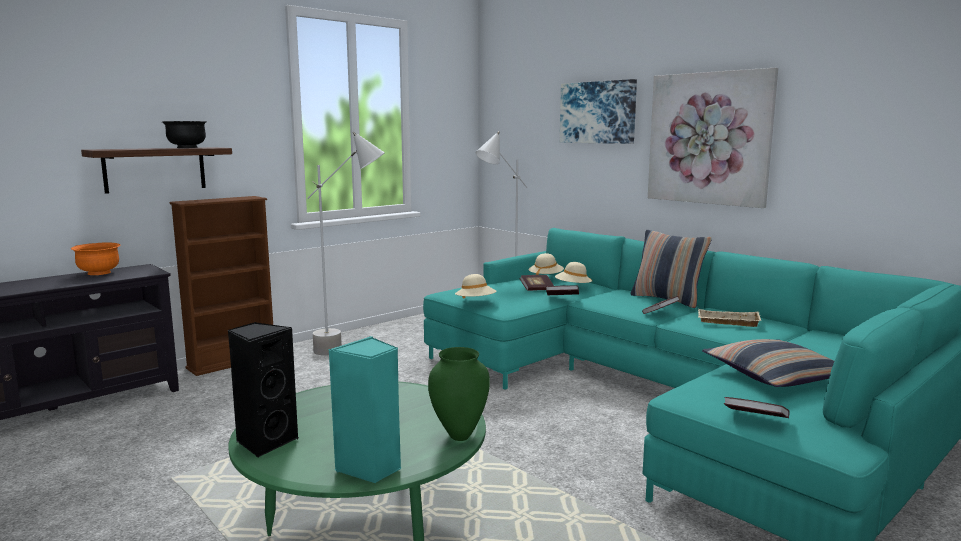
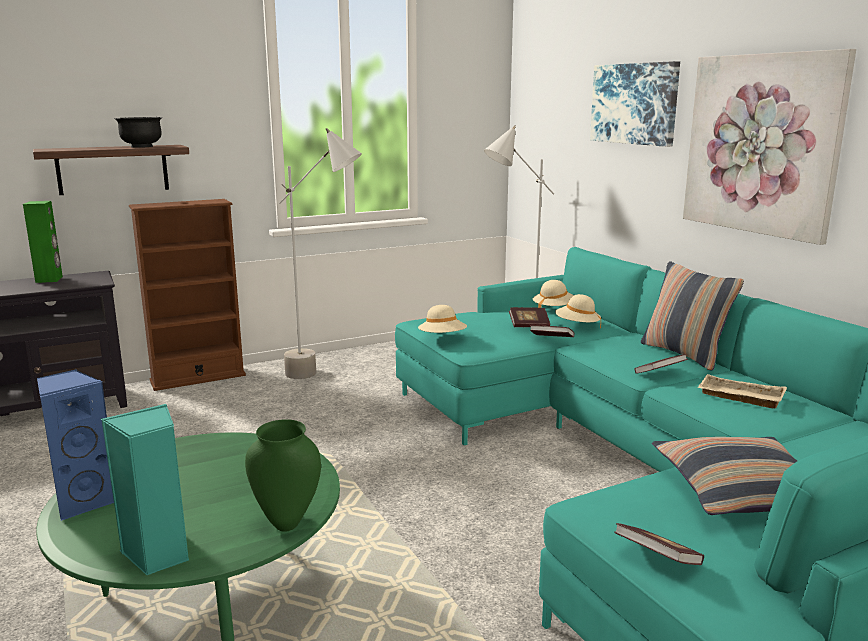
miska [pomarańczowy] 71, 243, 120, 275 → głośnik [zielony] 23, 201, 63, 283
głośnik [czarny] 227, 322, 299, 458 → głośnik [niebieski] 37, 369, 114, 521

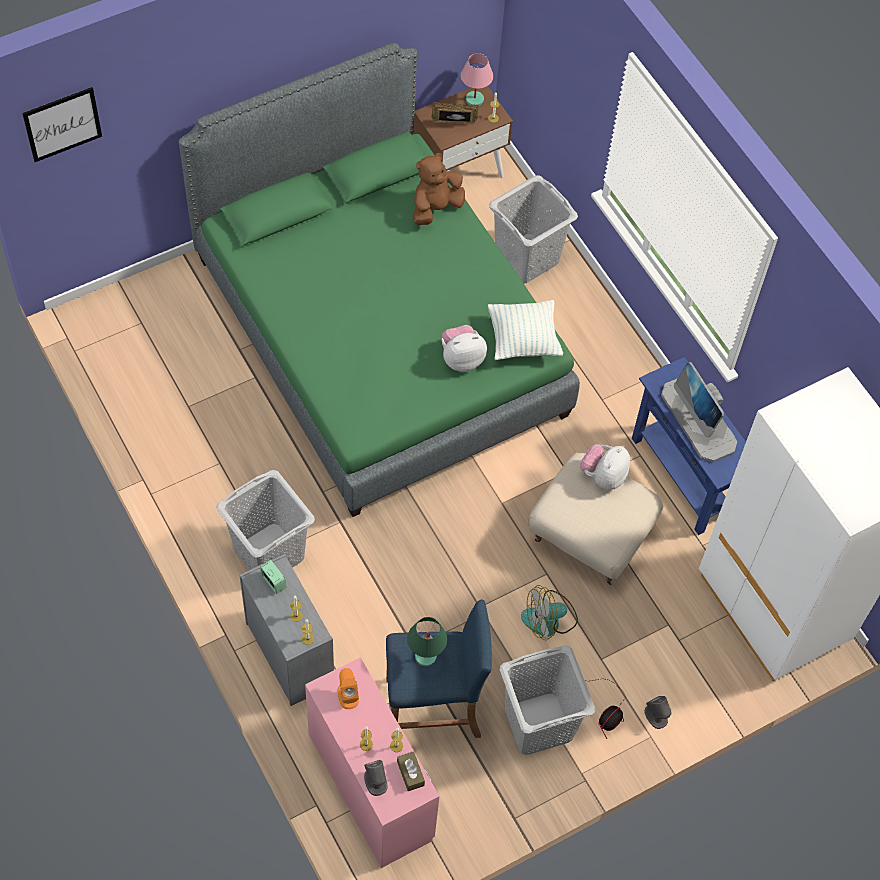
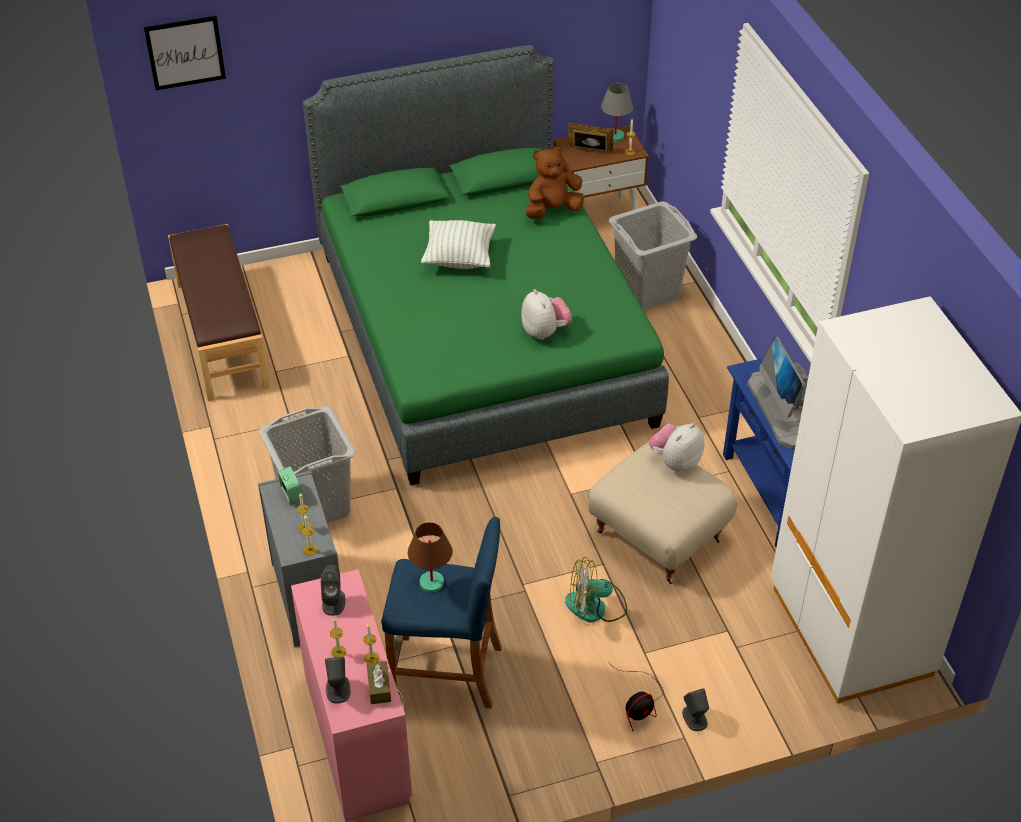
- → ławka [brązowy] 168, 224, 270, 401
głośnik [pomarańczowy] 337, 668, 359, 709 → głośnik [szary] 321, 565, 345, 616
lampa stołowa [zielony] 407, 617, 447, 666 → lampa stołowa [brązowy] 408, 522, 453, 593
poduszka 488, 300, 563, 360 → poduszka 421, 220, 496, 269, move
pluszak 442, 325, 487, 372 → pluszak 521, 289, 572, 340, 75 degrees clockwise
lampa stołowa [różowy] 460, 53, 493, 106 → lampa stołowa [szary] 601, 83, 633, 142
kosz na pranie [szary] 500, 645, 595, 755 → -

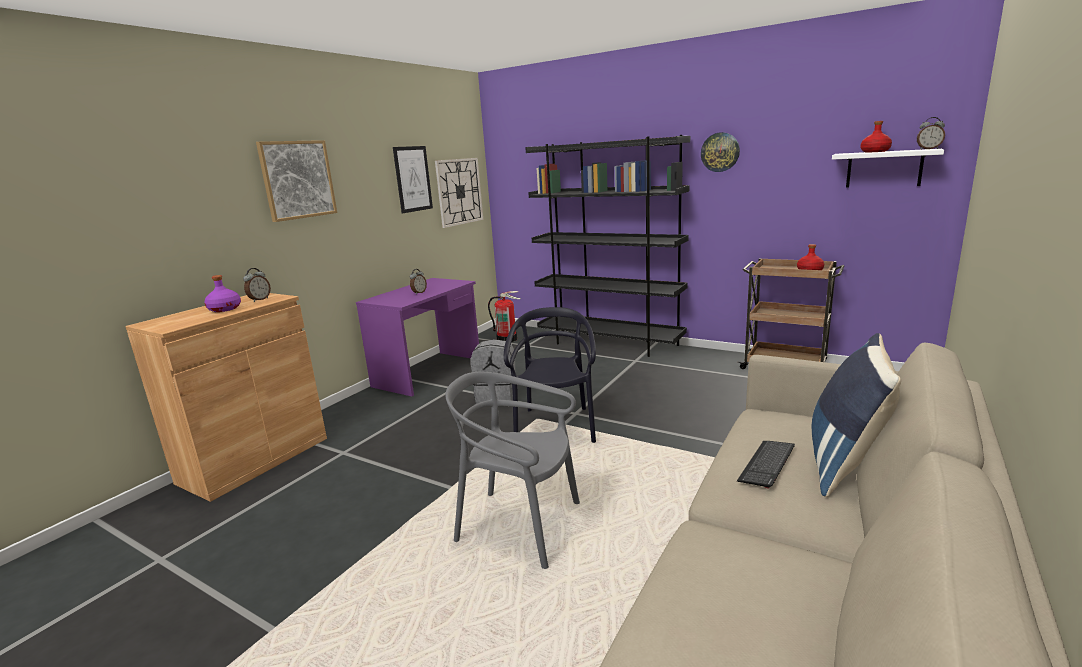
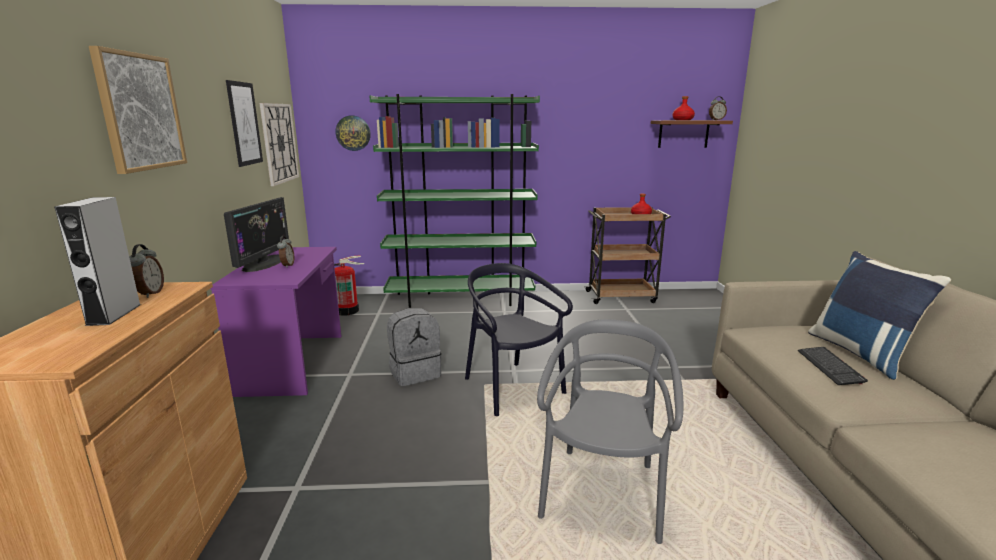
butelka [fioletowy] 204, 275, 241, 312 → głośnik [szary] 54, 197, 140, 326
- → monitor 224, 197, 289, 272
zegar ścienny 701, 132, 740, 172 → zegar ścienny 336, 115, 371, 151, move
regał [czarny] 525, 135, 690, 357 → regał [zielony] 369, 94, 540, 308
krzesło [szary] 445, 372, 580, 569 → krzesło [szary] 537, 319, 683, 544, 120 degrees clockwise
półka [biały] 832, 149, 944, 188 → półka [brązowy] 651, 120, 733, 148

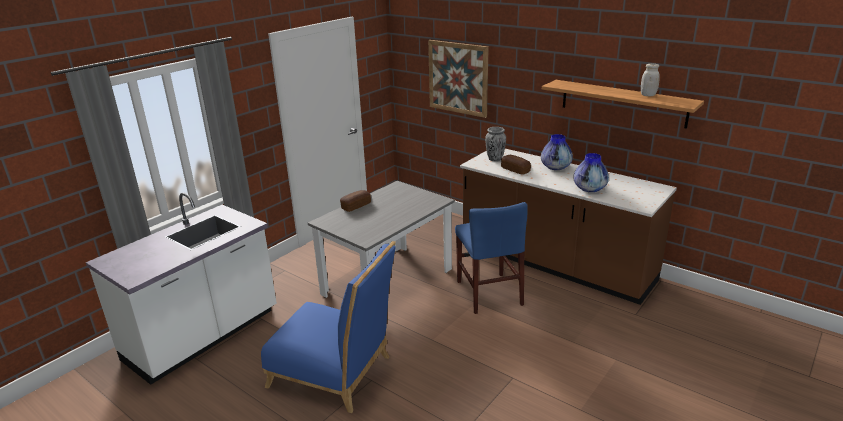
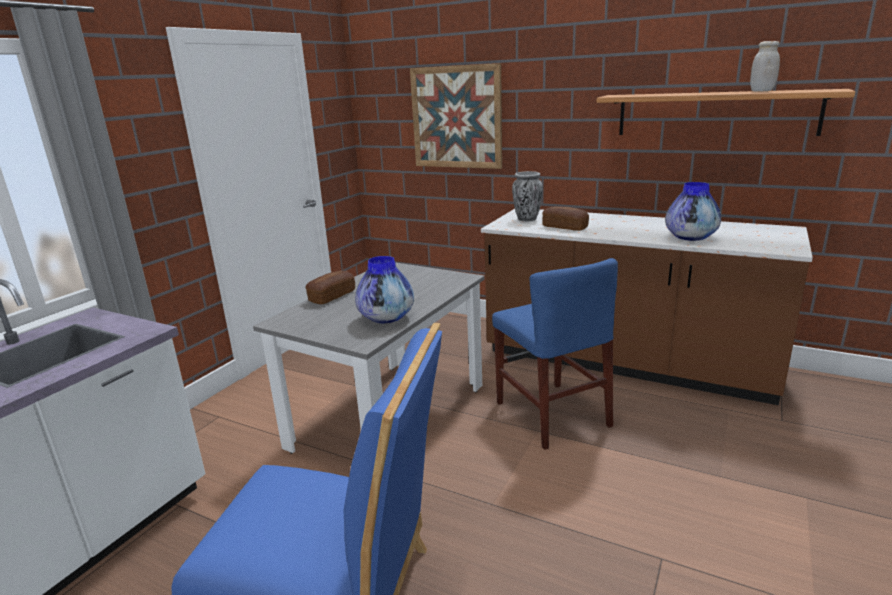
wazon 541, 134, 573, 170 → wazon 355, 256, 414, 323, move

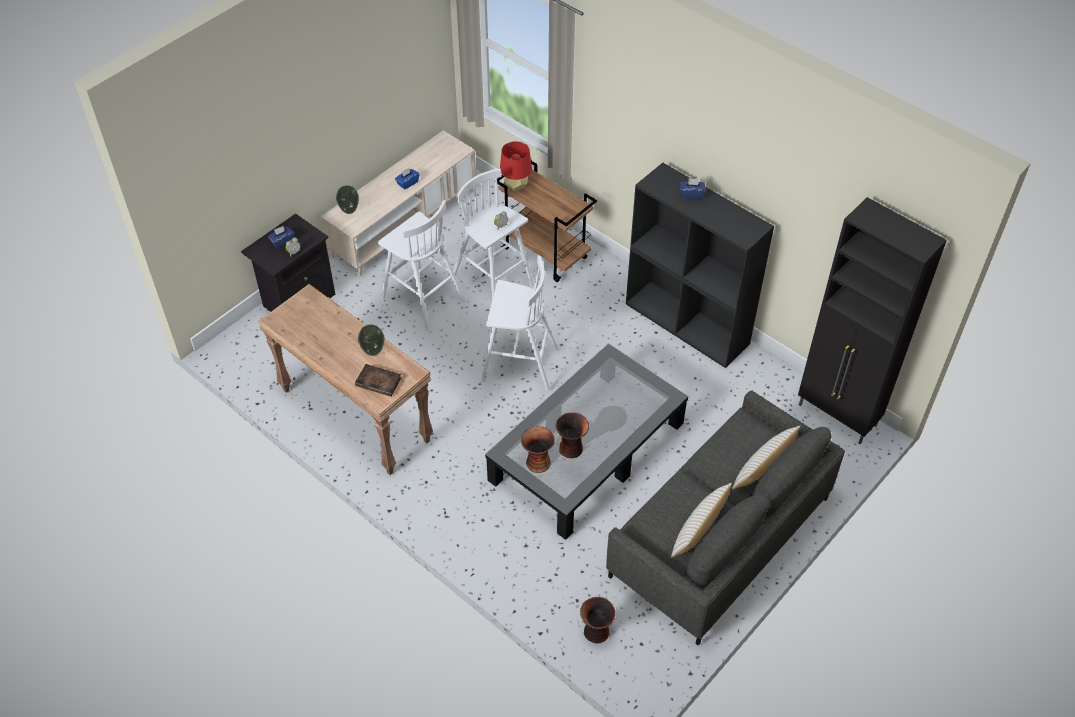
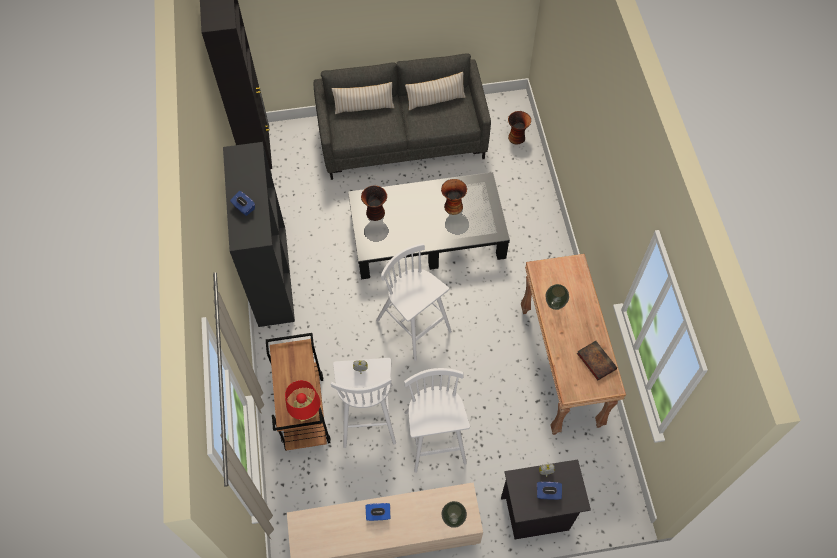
wazon 521, 426, 555, 473 → wazon 361, 186, 387, 221, move
książka 355, 364, 401, 396 → książka 577, 341, 617, 380, move

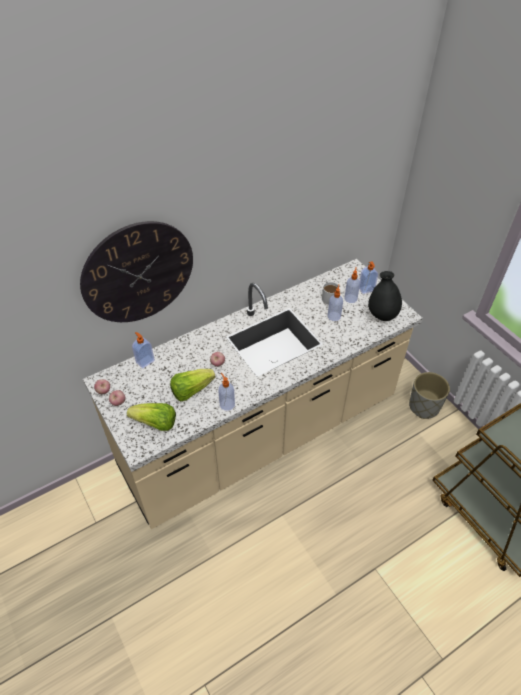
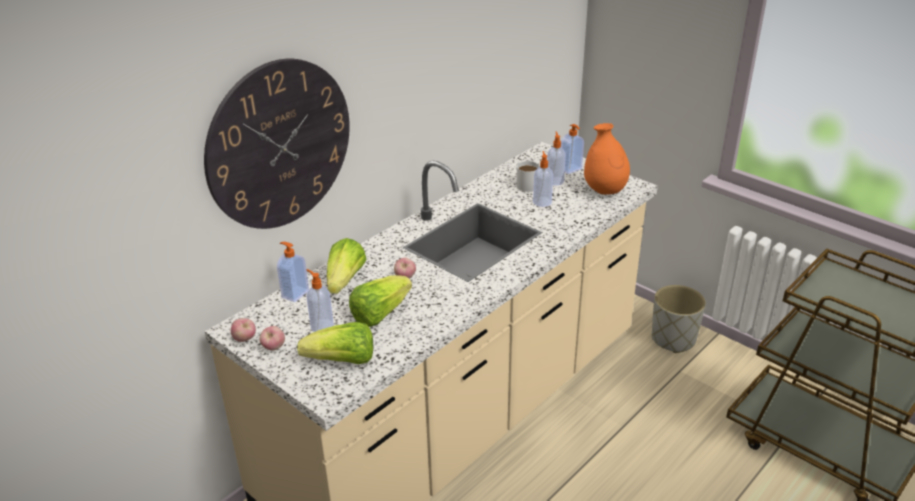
dozownik mydła 218, 373, 235, 411 → dozownik mydła 306, 269, 334, 332, move
- → sałata 327, 238, 366, 294
wazon [czarny] 368, 271, 402, 321 → wazon [pomarańczowy] 584, 123, 630, 195

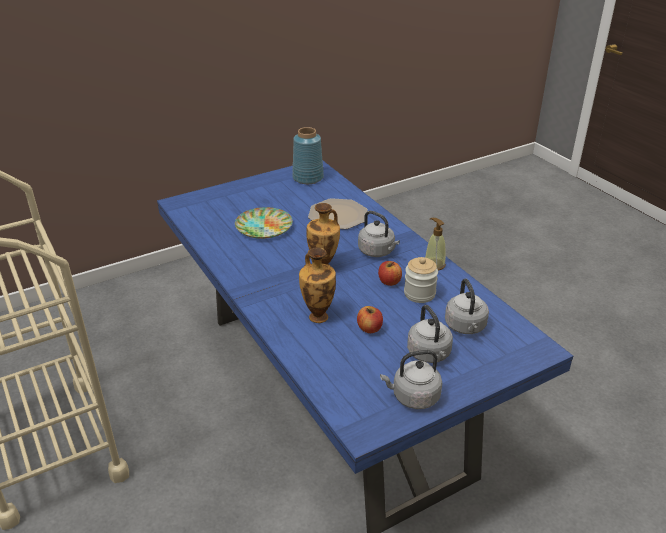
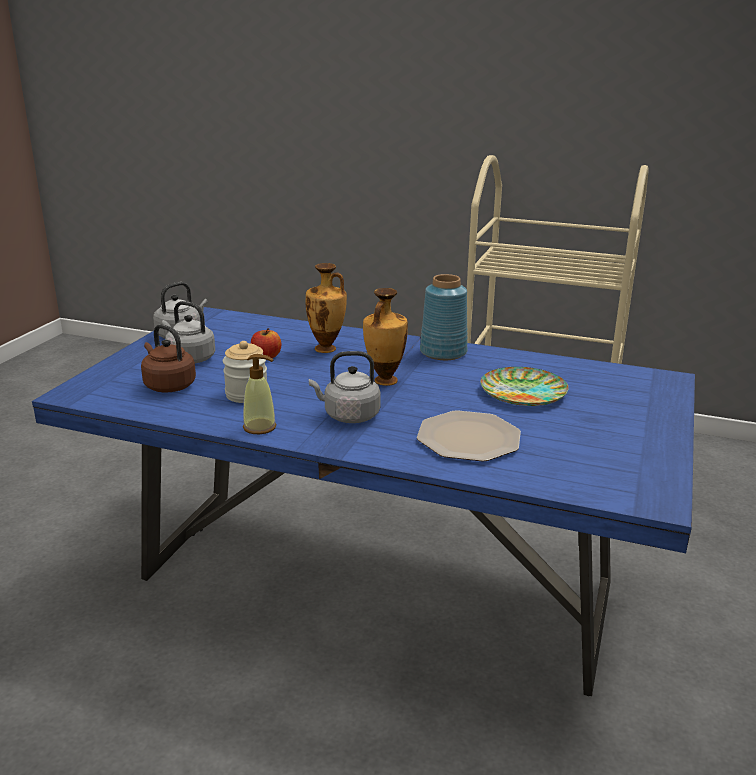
czajnik [szary] 445, 279, 489, 334 → czajnik [brązowy] 141, 324, 196, 392
wazon [niebieski] 292, 127, 324, 184 → wazon [niebieski] 420, 274, 468, 360, move
jabłko 378, 261, 402, 286 → -

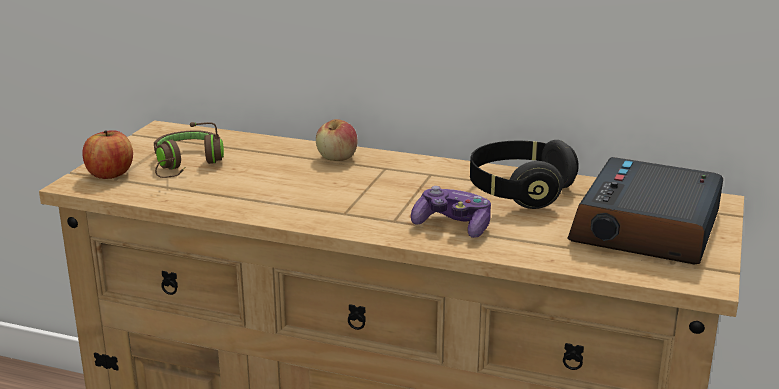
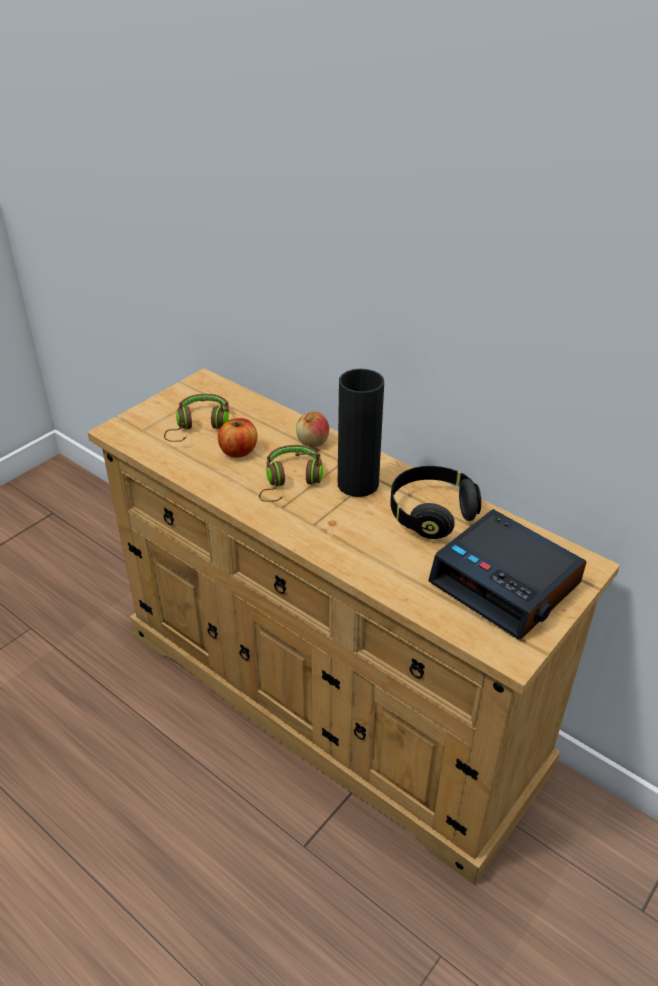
jabłko 82, 130, 133, 179 → jabłko 218, 418, 257, 458, move
- → słuchawki [brązowy] 259, 445, 323, 502
- → wazon [czarny] 338, 369, 384, 497
budzik 567, 157, 723, 265 → budzik 428, 509, 586, 640, 90 degrees counterclockwise
pad do gier 411, 186, 491, 238 → -

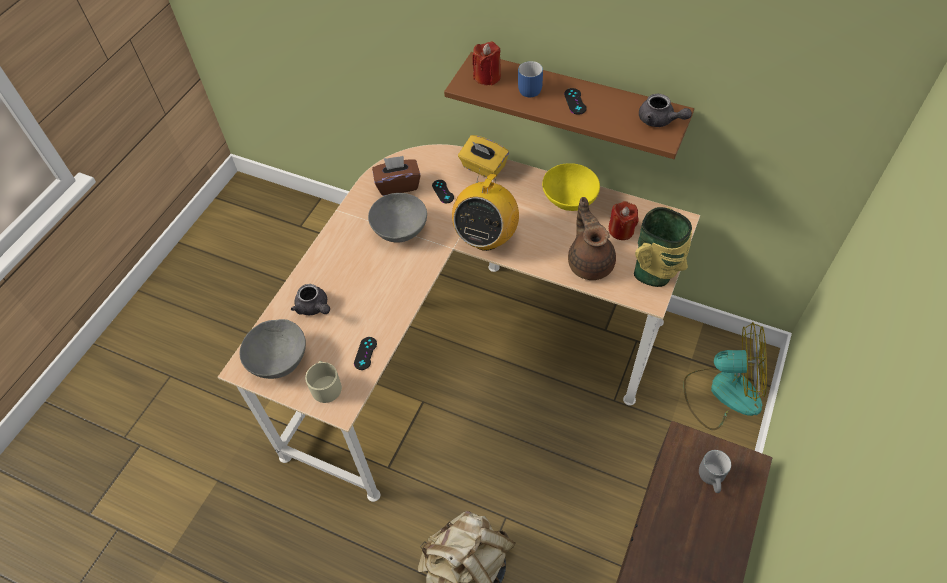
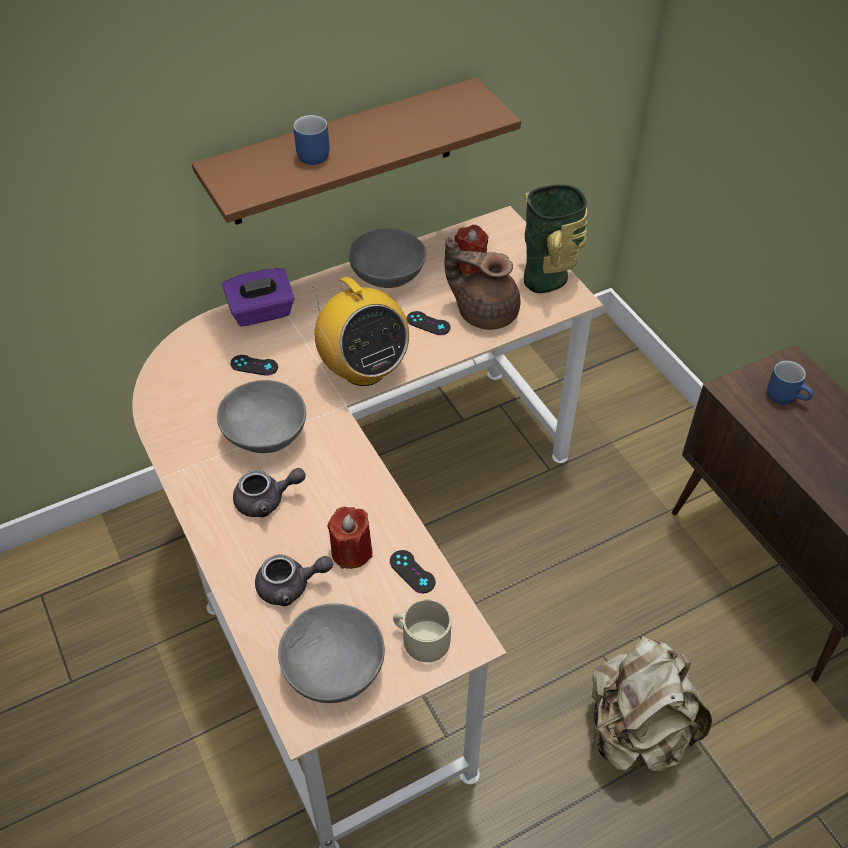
pudełko chusteczek [żółty] 458, 135, 509, 178 → pudełko chusteczek [fioletowy] 222, 268, 294, 327
imbryk [szary] 639, 94, 692, 127 → imbryk [szary] 233, 468, 306, 517, move
świeca [czerwony] 472, 41, 501, 85 → świeca [czerwony] 328, 507, 372, 569, move
miska [żółty] 542, 163, 600, 211 → miska [szary] 349, 229, 426, 288
pad do gier [czarny] 564, 88, 587, 115 → pad do gier [czarny] 406, 311, 451, 335, move
kubek [szary] 699, 450, 731, 493 → kubek [niebieski] 767, 360, 813, 404
pudełko chusteczek [brązowy] 372, 156, 421, 196 → -
wentylator 683, 322, 767, 430 → -

